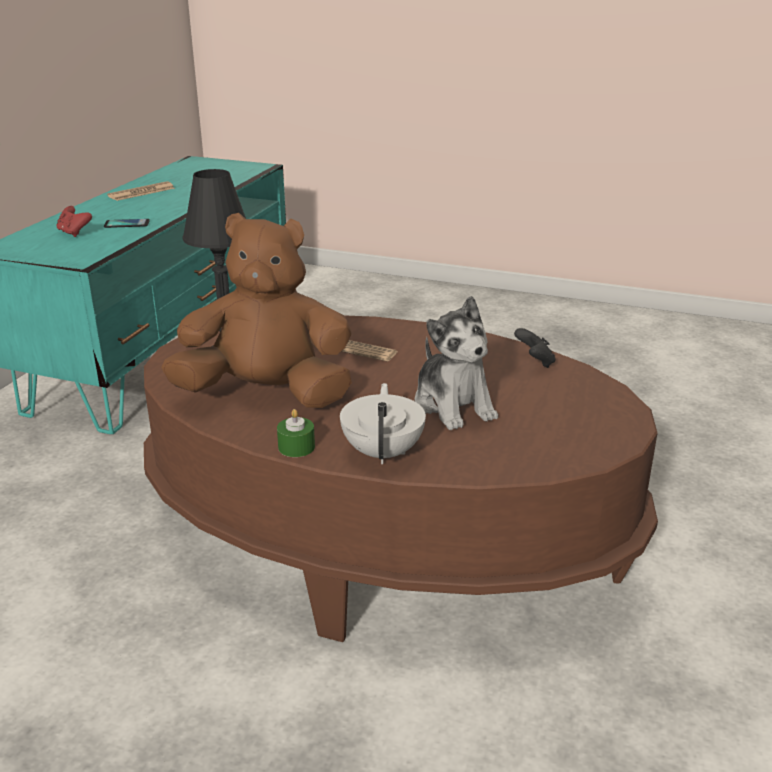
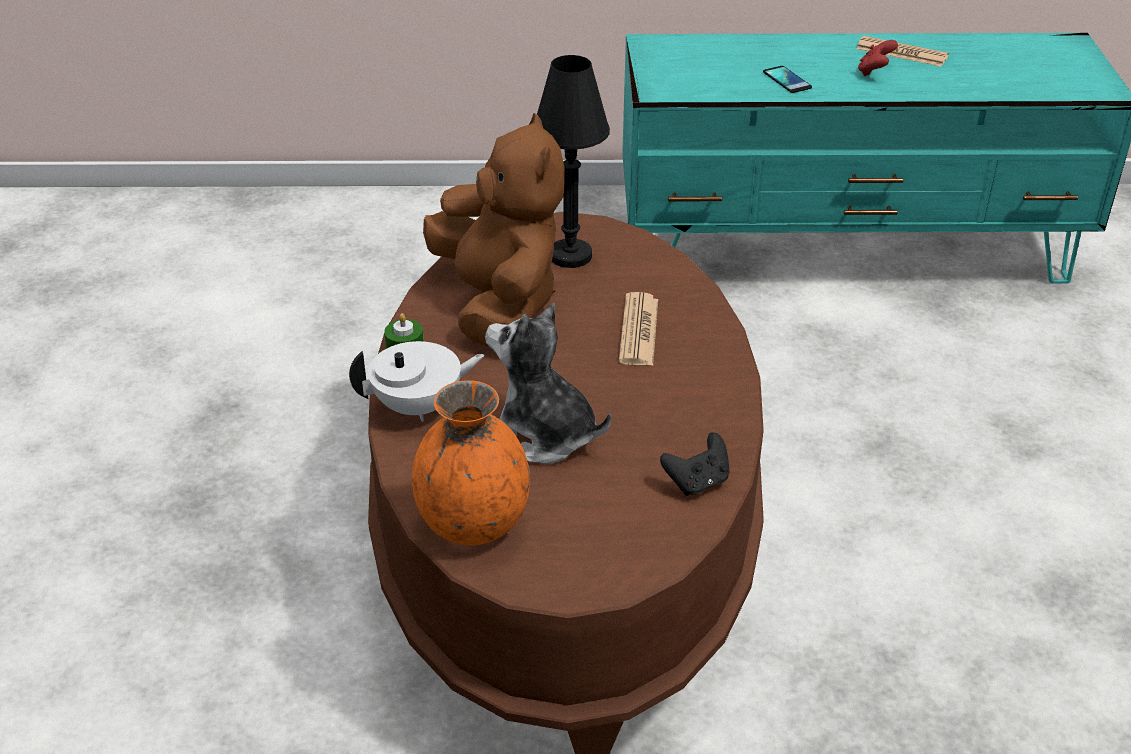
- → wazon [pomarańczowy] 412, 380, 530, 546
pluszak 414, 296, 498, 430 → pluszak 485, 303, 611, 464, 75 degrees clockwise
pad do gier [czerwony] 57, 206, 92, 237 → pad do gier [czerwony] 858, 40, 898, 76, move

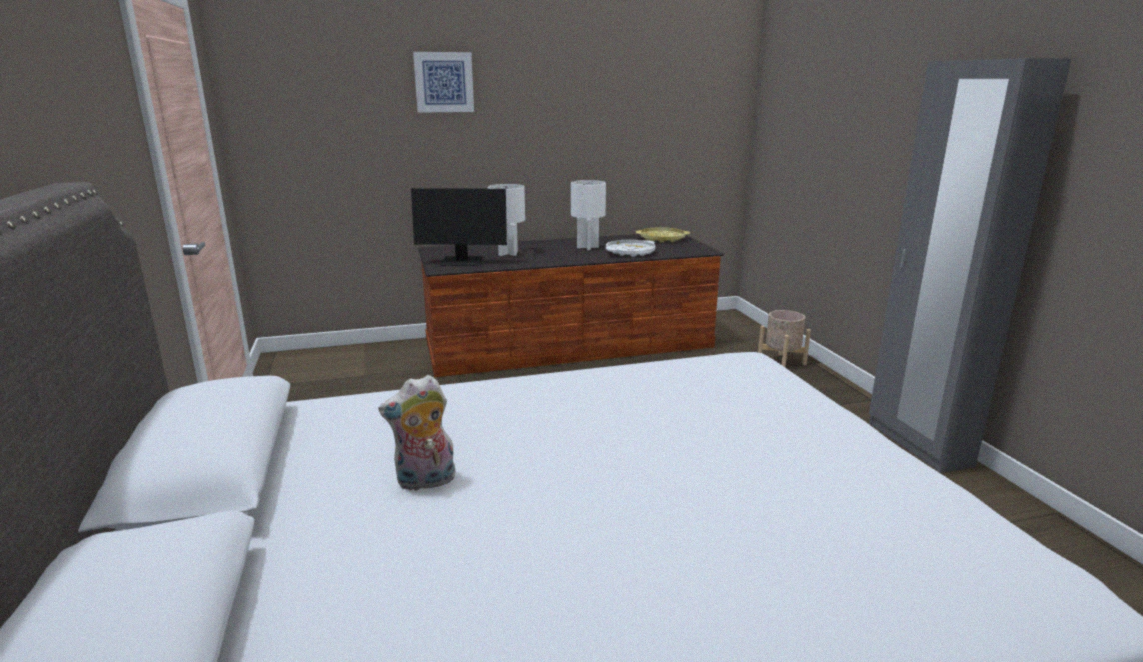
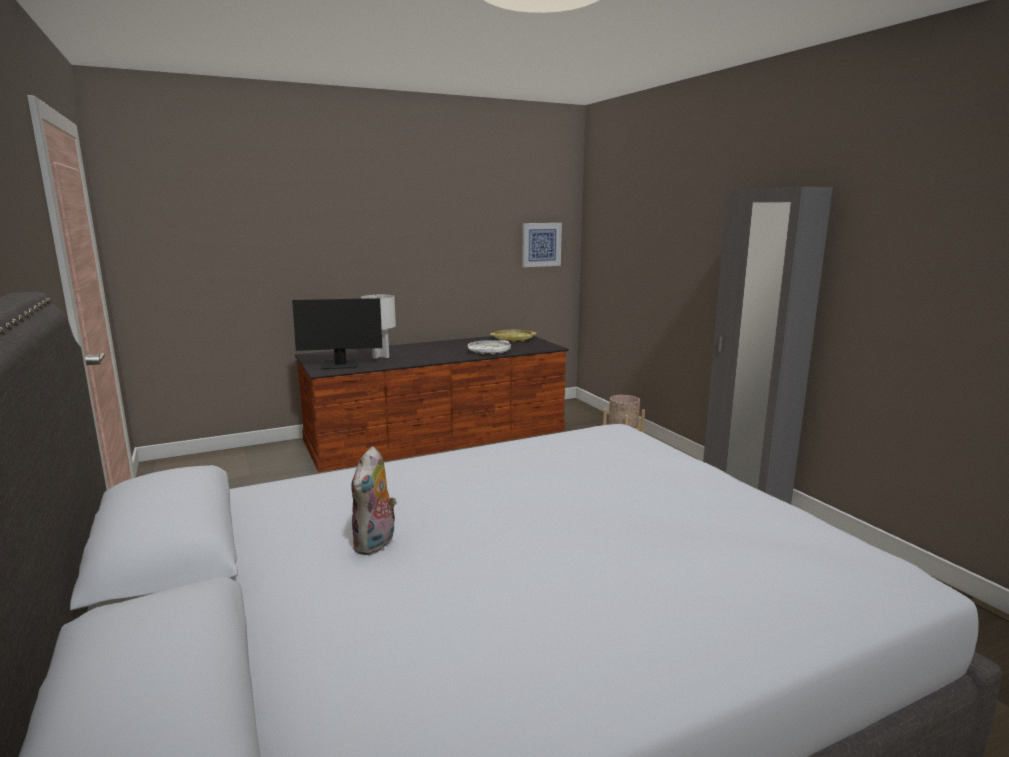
pluszak 378, 375, 456, 491 → pluszak 351, 446, 397, 555, 45 degrees counterclockwise
obraz 413, 52, 474, 113 → obraz 522, 223, 562, 267, move
lampa stołowa [biały] 571, 180, 606, 250 → -

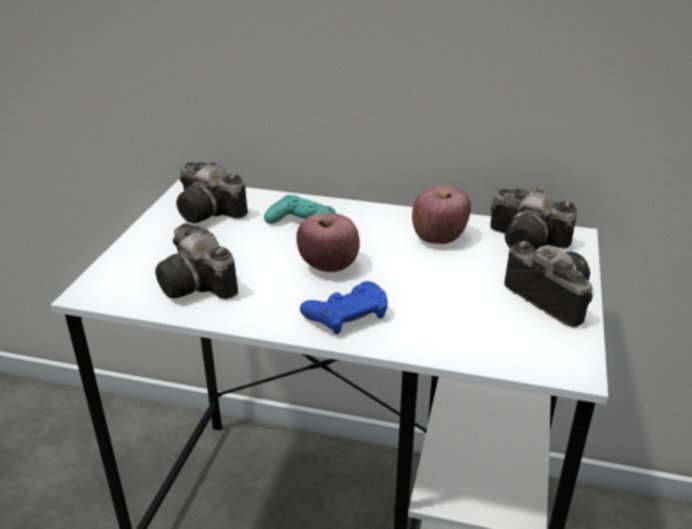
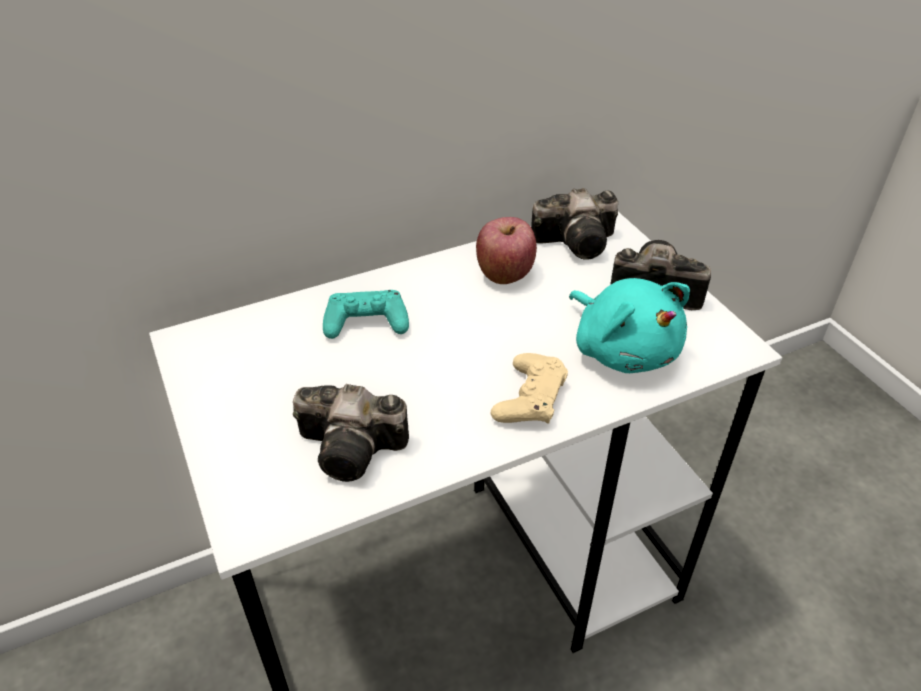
pad do gier [niebieski] 300, 281, 388, 335 → pad do gier [beżowy] 490, 353, 568, 424
- → pluszak [turkusowy] 569, 278, 690, 373
aparat fotograficzny 176, 162, 248, 223 → -
jabłko 296, 213, 360, 272 → -

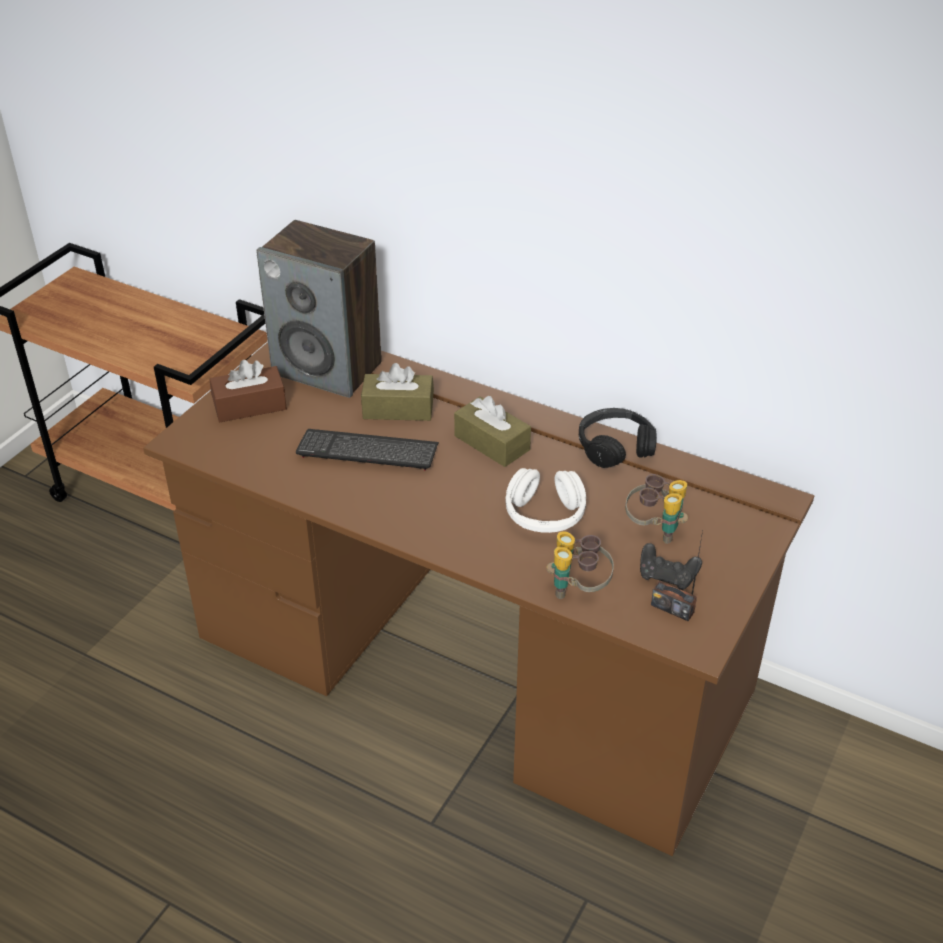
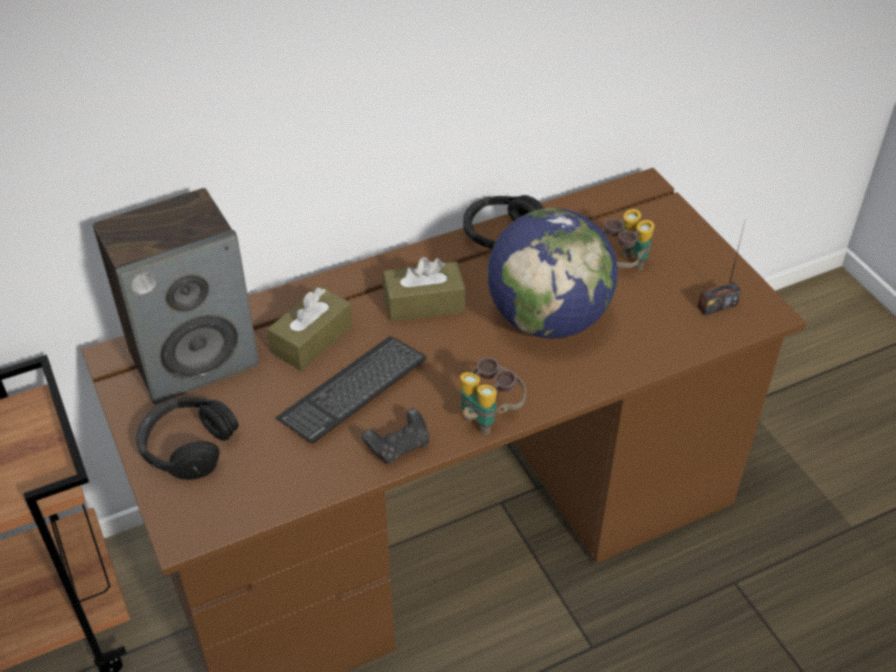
pudełko chusteczek [brązowy] 210, 360, 287, 422 → słuchawki [czarny] 136, 397, 239, 480
pad do gier [czarny] 640, 543, 702, 590 → pad do gier [czarny] 362, 408, 429, 464, move
lornetka 546, 531, 614, 599 → lornetka 460, 357, 526, 435, move
słuchawki [biały] 505, 468, 586, 533 → globus 487, 208, 618, 339

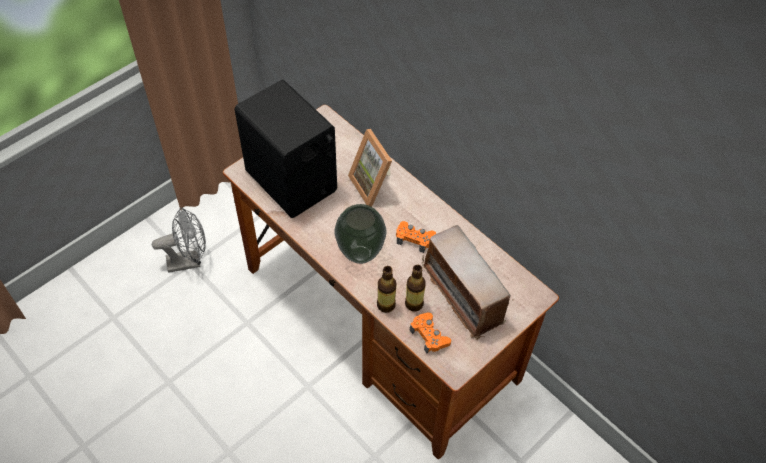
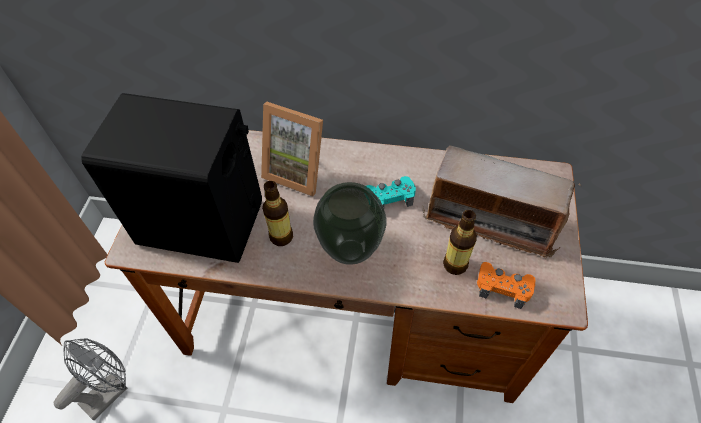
butelka 377, 266, 397, 313 → butelka 262, 181, 293, 246, move
pad do gier [pomarańczowy] 396, 221, 436, 253 → pad do gier [turkusowy] 366, 176, 416, 207

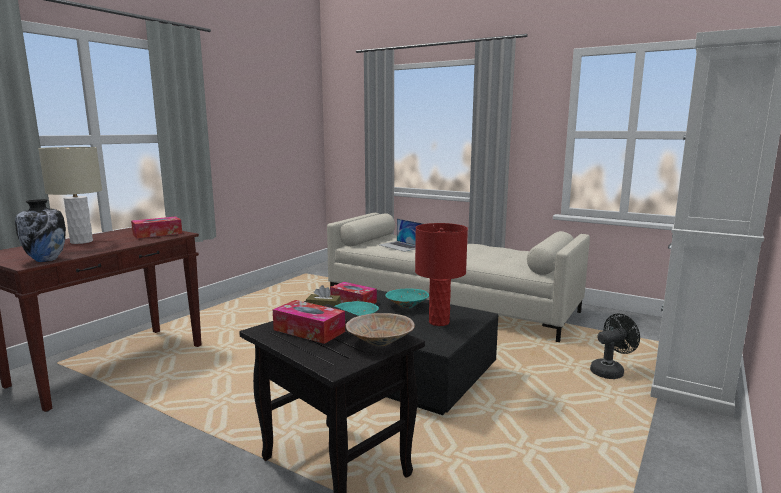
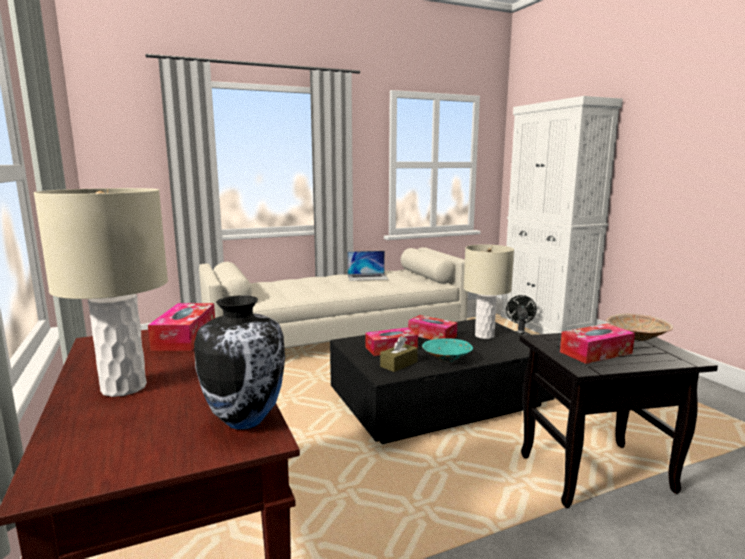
laptop 379, 219, 424, 252 → laptop 347, 251, 388, 281, move
miska [turkusowy] 385, 288, 429, 308 → pudełko chusteczek 408, 315, 457, 340
lampa stołowa [czerwony] 415, 223, 468, 326 → lampa stołowa [beżowy] 463, 244, 514, 339

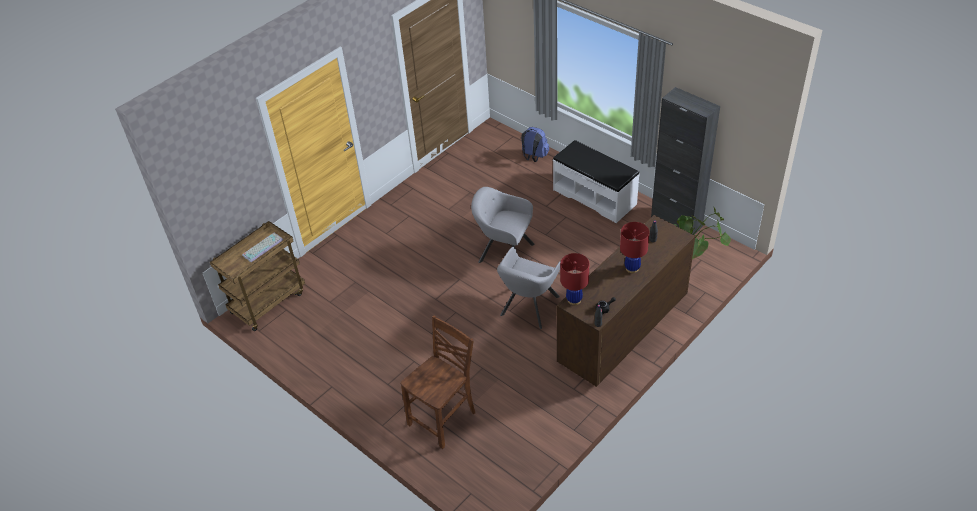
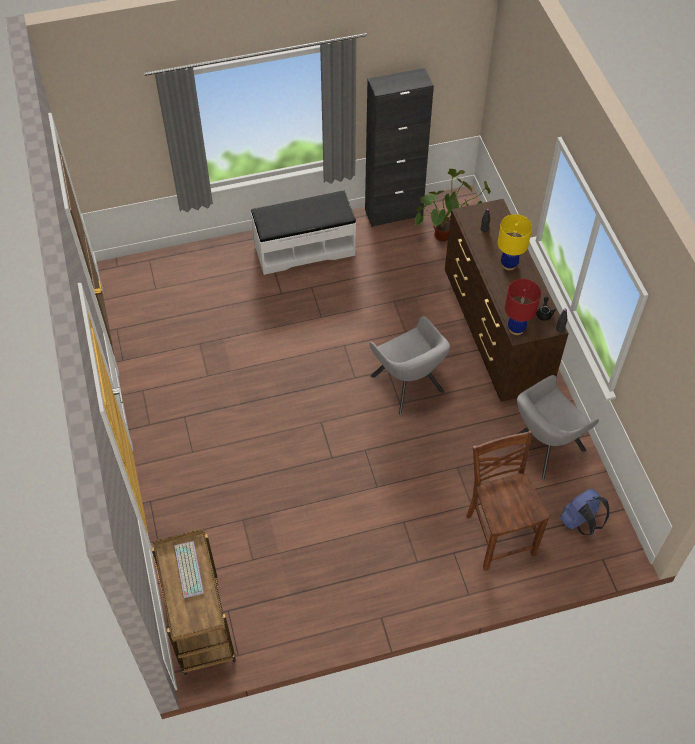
lampa stołowa [czerwony] 620, 222, 649, 273 → lampa stołowa [żółty] 498, 214, 532, 270
fotel [szary] 471, 187, 535, 263 → fotel [szary] 517, 375, 599, 480, move
plecak [niebieski] 521, 127, 549, 162 → plecak [niebieski] 560, 489, 609, 535, move

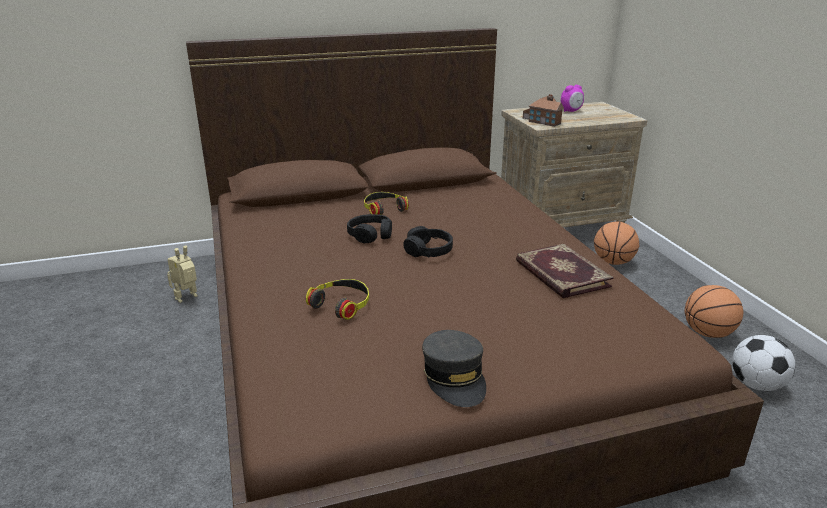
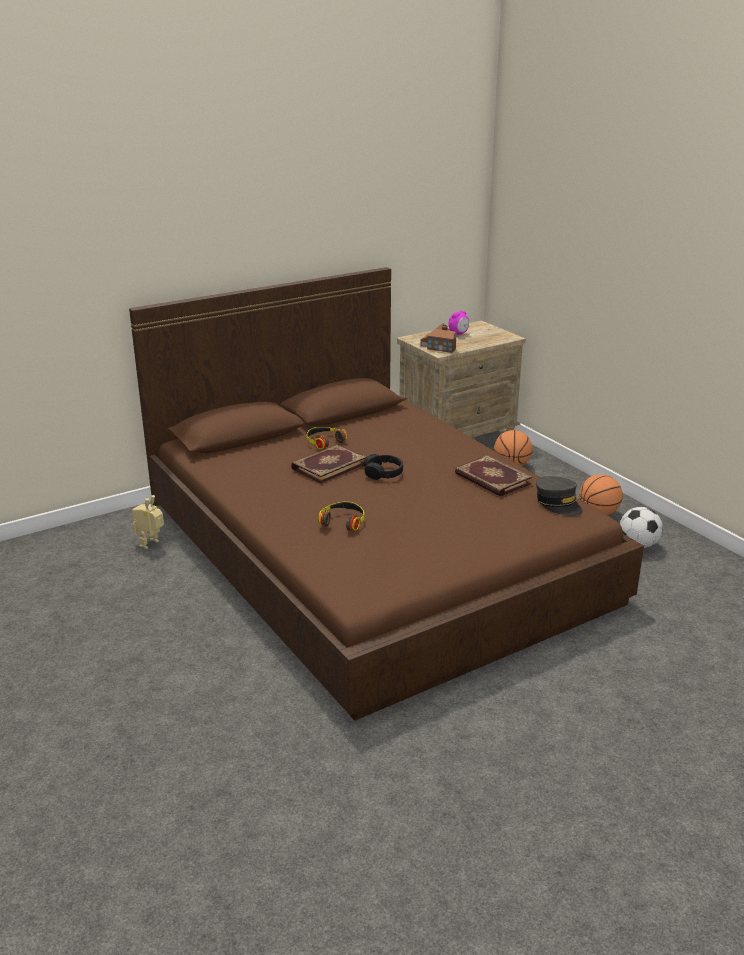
słuchawki [czarny] 347, 214, 392, 243 → książka 291, 445, 366, 483
czapka z daszkiem [szary] 422, 330, 486, 407 → czapka z daszkiem [szary] 536, 476, 583, 516, move

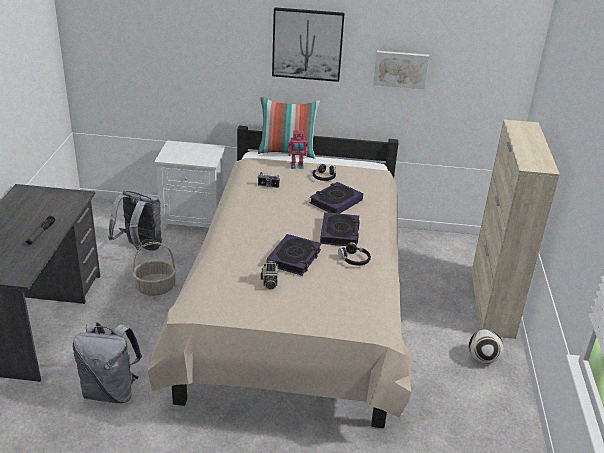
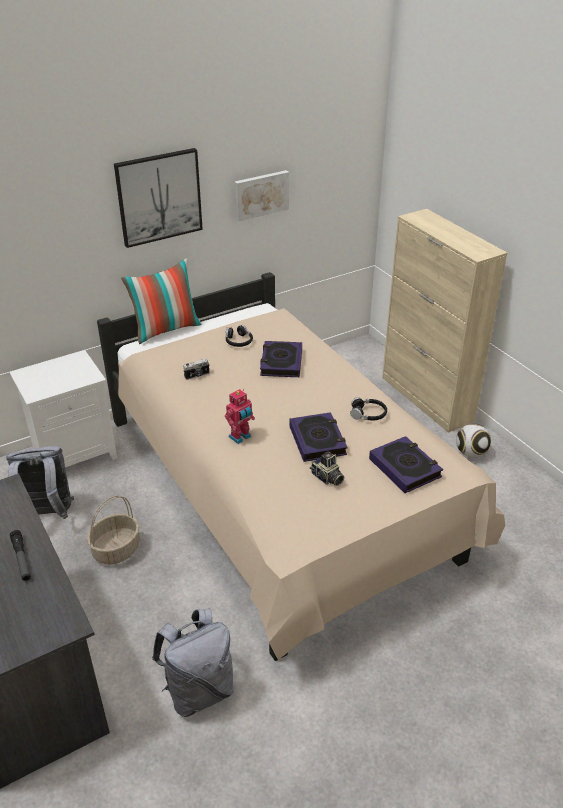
robot zabawkowy 288, 130, 308, 169 → robot zabawkowy 225, 389, 255, 444, move
książka 320, 212, 360, 246 → książka 369, 436, 443, 493, move

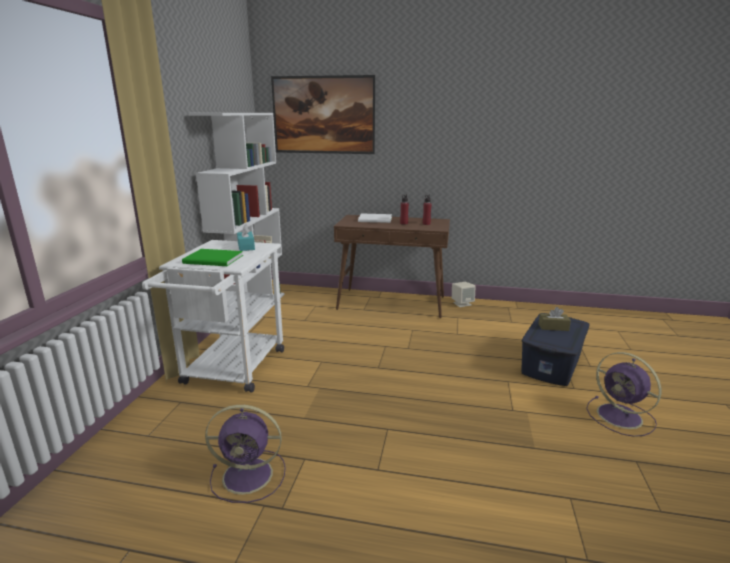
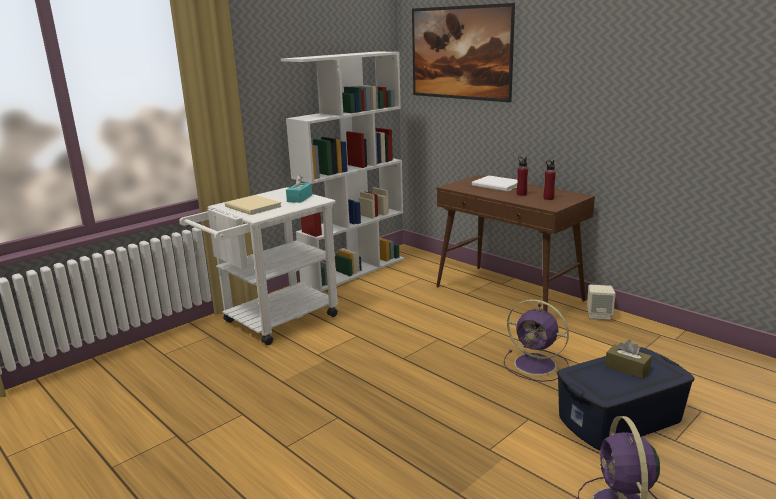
książka [zielony] 182, 249, 243, 266 → książka [beżowy] 225, 195, 282, 215
wentylator [fioletowy] 205, 405, 286, 503 → wentylator [fioletowy] 504, 299, 569, 382, move

